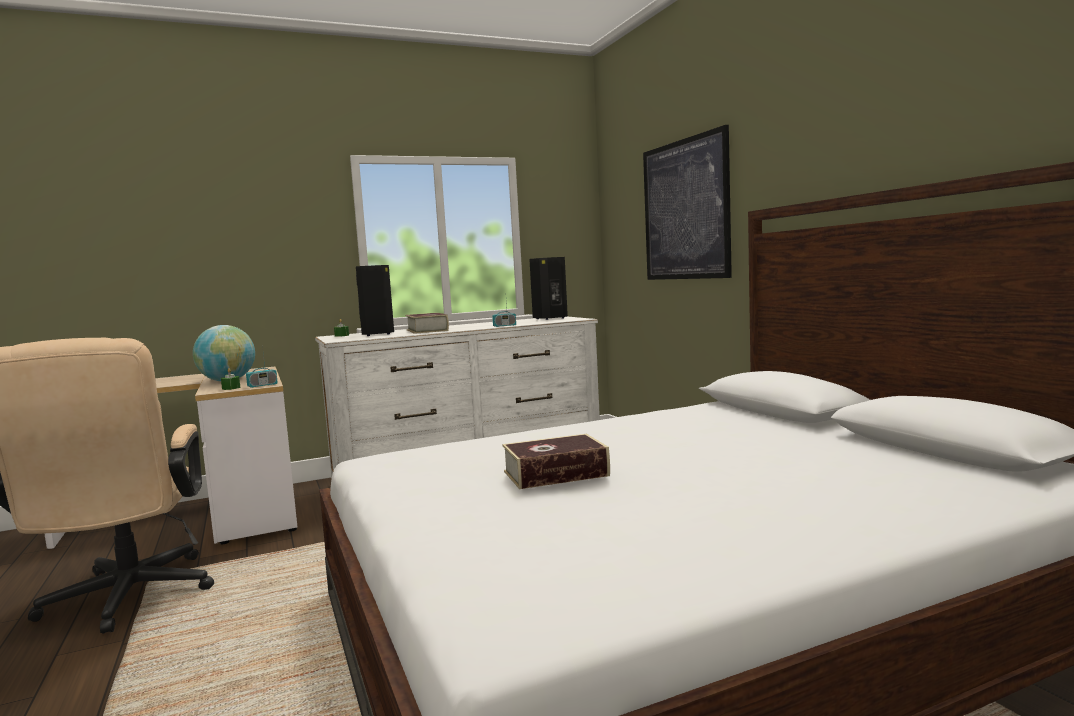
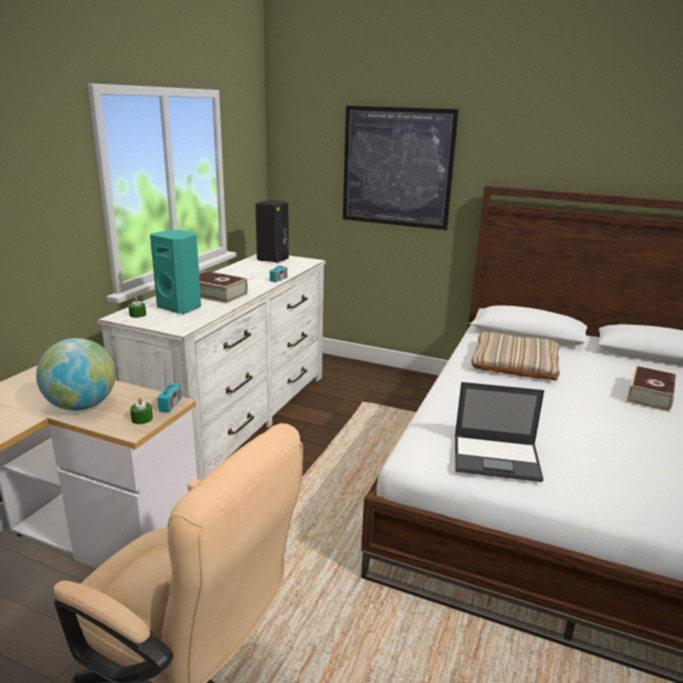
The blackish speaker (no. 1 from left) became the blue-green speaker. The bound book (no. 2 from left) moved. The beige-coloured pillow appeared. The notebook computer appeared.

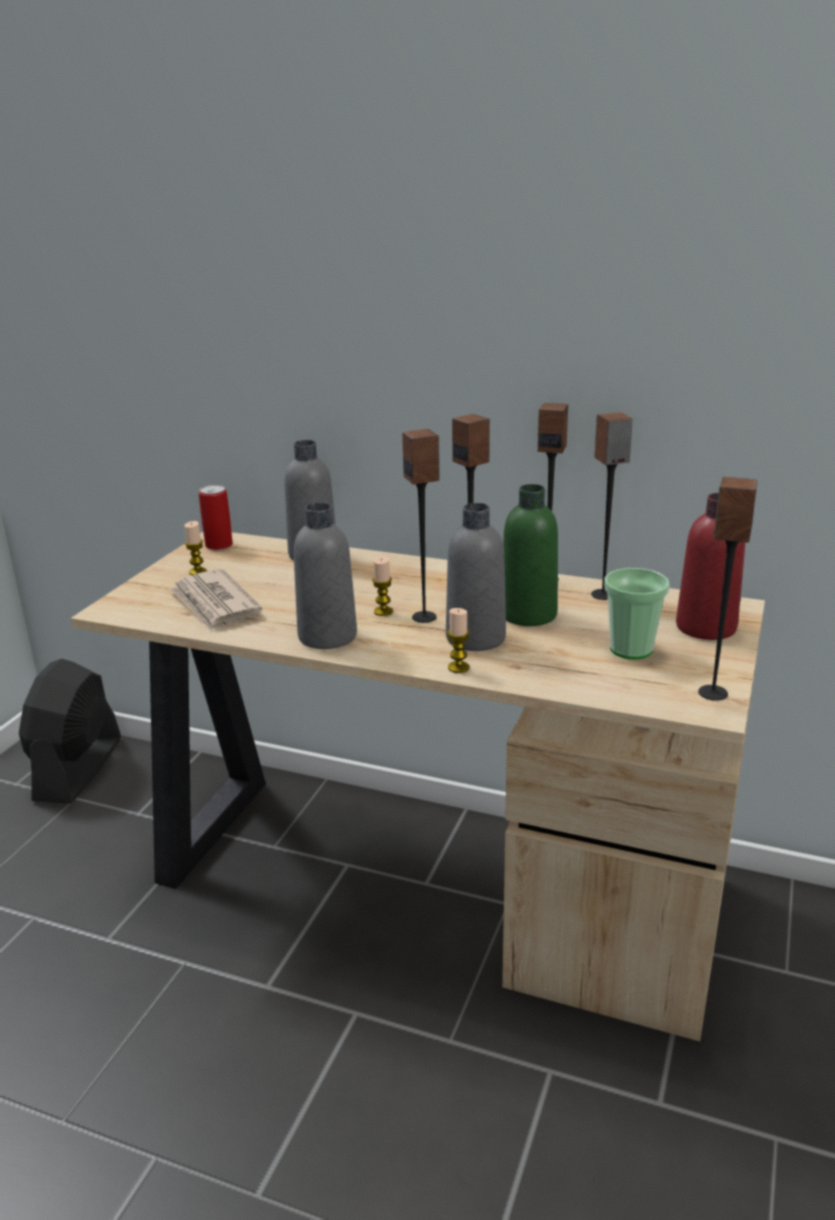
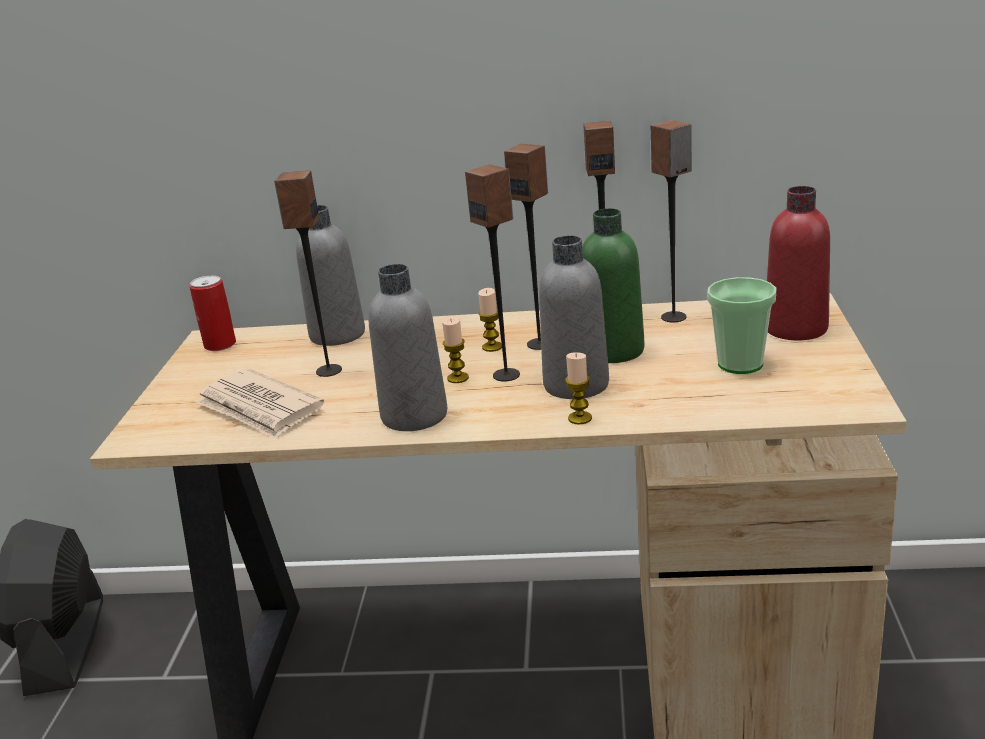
The speaker (no. 5 from left in the first image) moved. The wax light (no. 1 from left in the first image) moved.

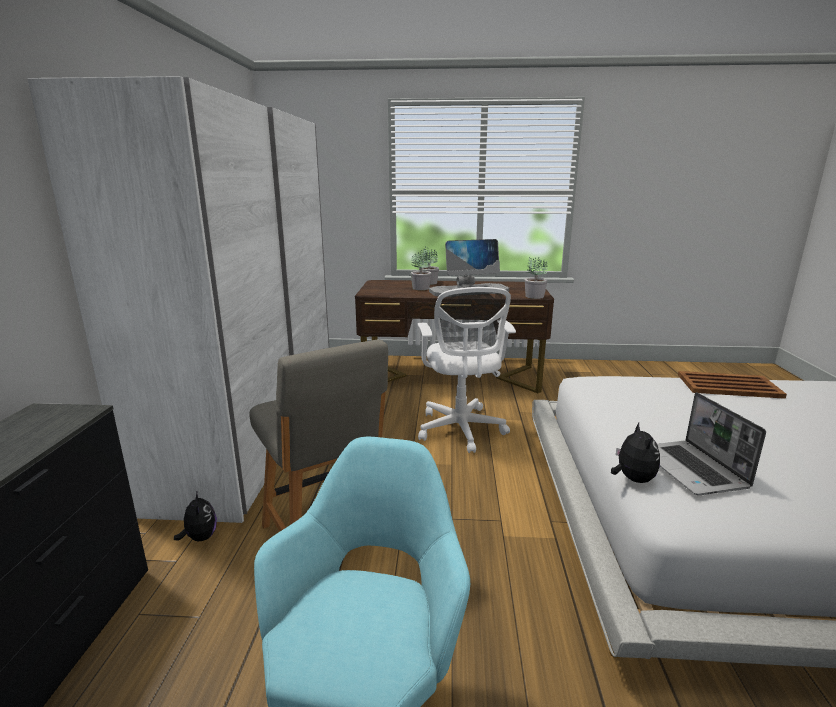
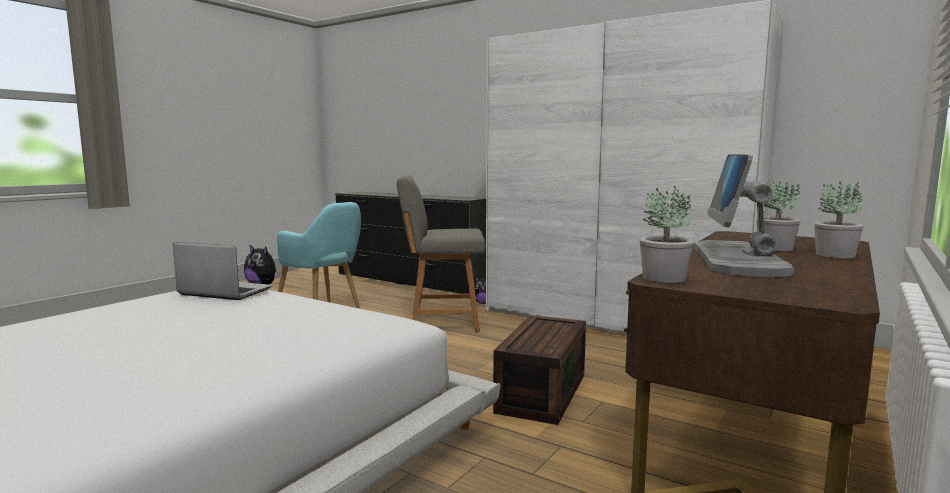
The white-coloured office chair was replaced by the brownish storage box. The brownish serving tray disappeared.

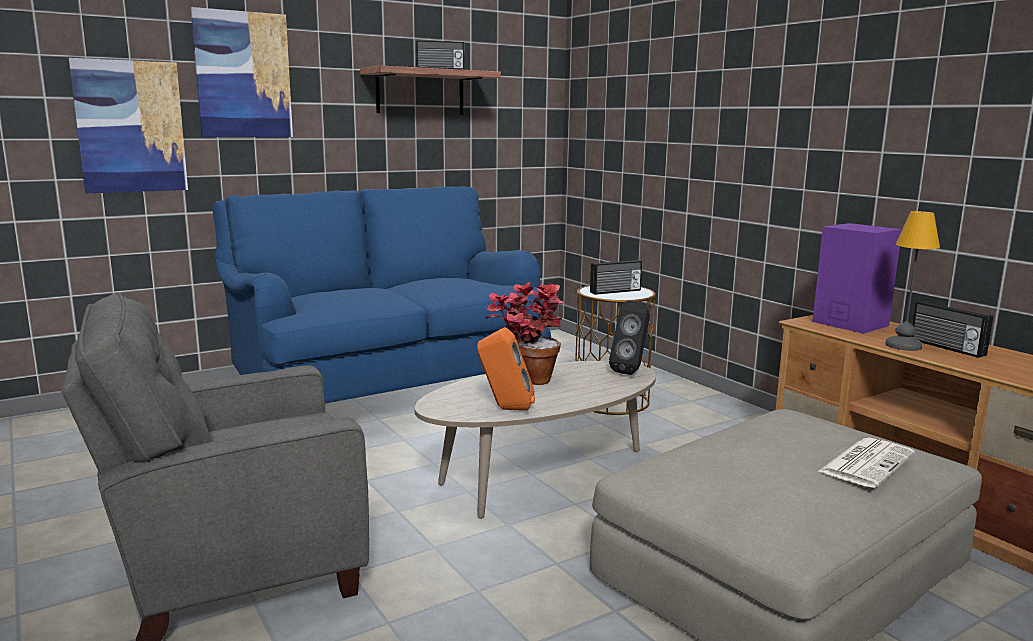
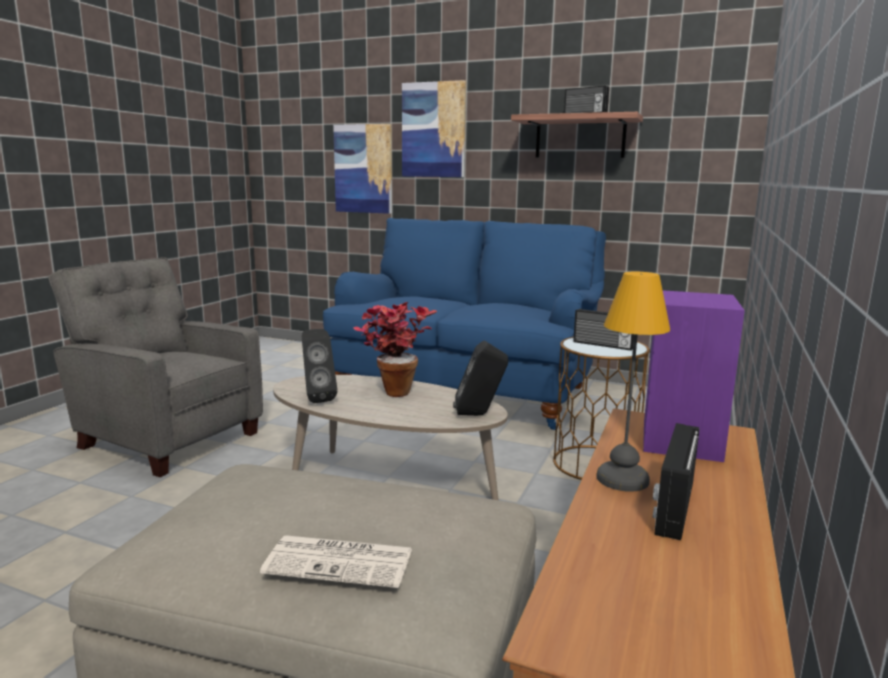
The orangey speaker became the blackish speaker (no. 1 from left).

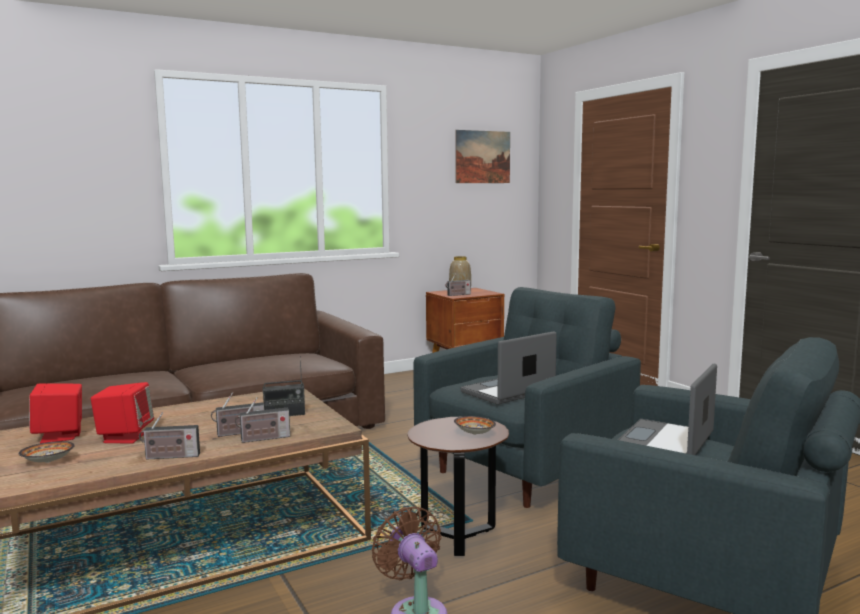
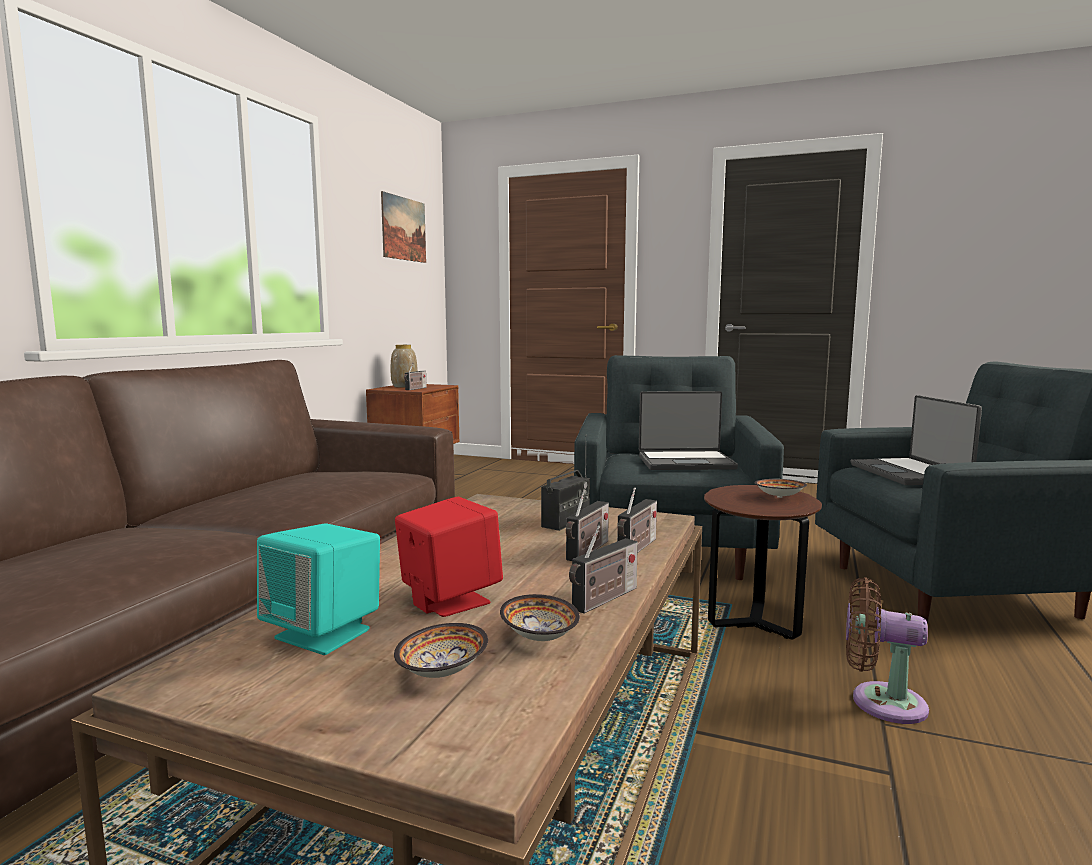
The notebook computer (no. 1 from left) turned 105 degrees counterclockwise. The red speaker (no. 1 from left) became the blue-green speaker. The deep dish (no. 2 from left) appeared.

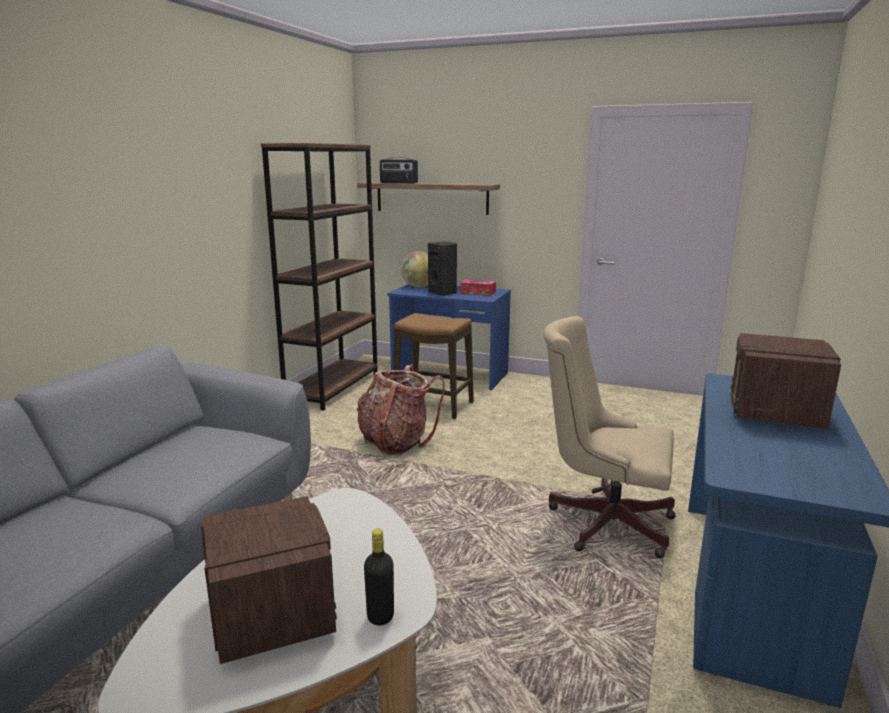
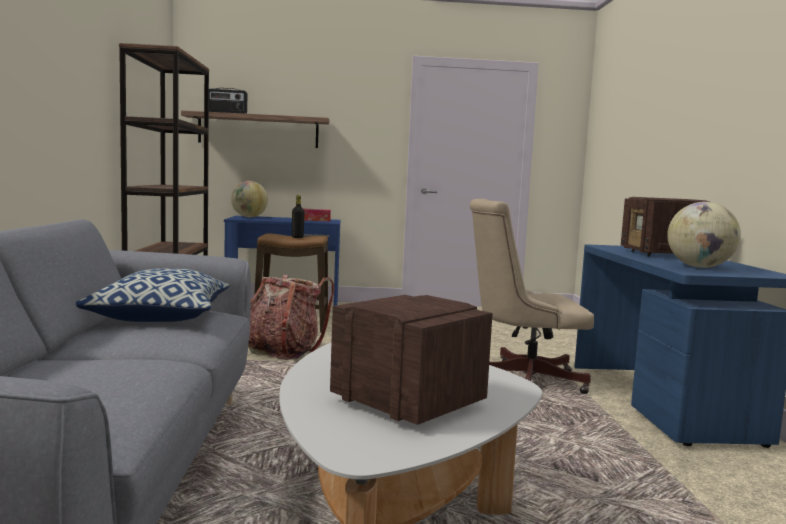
The blackish speaker disappeared. The blackish drink bottle moved. The globe (no. 2 from left) appeared. The pillow appeared.

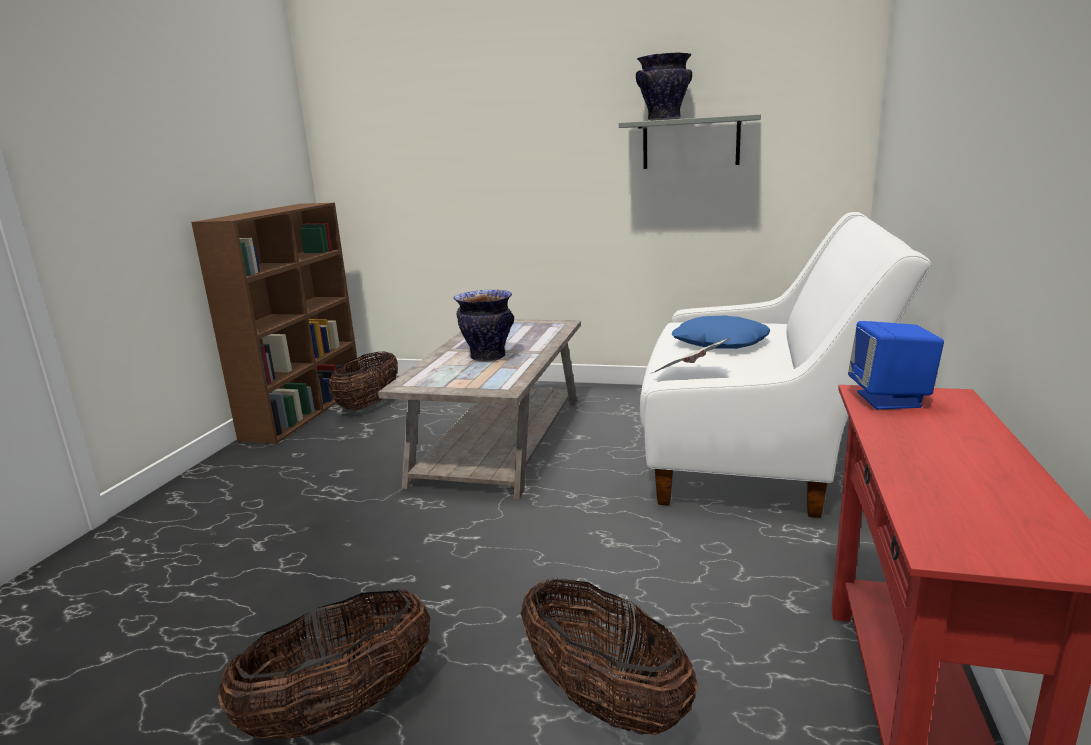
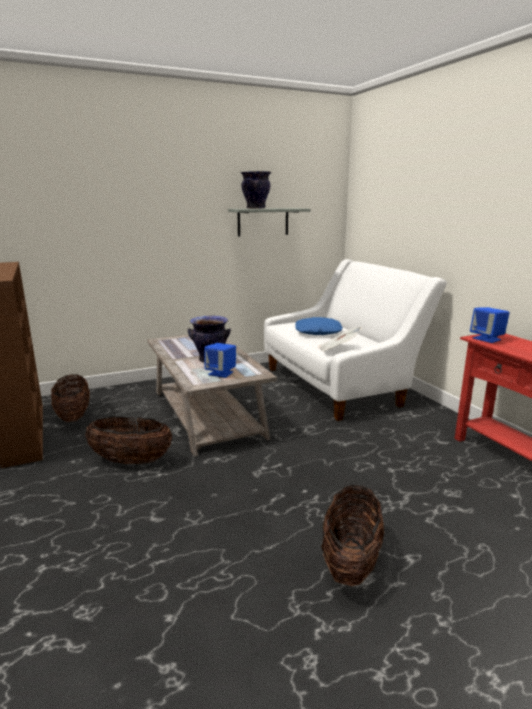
The household basket (no. 3 from left in the first image) moved. The blue-coloured speaker (no. 1 from left) appeared.

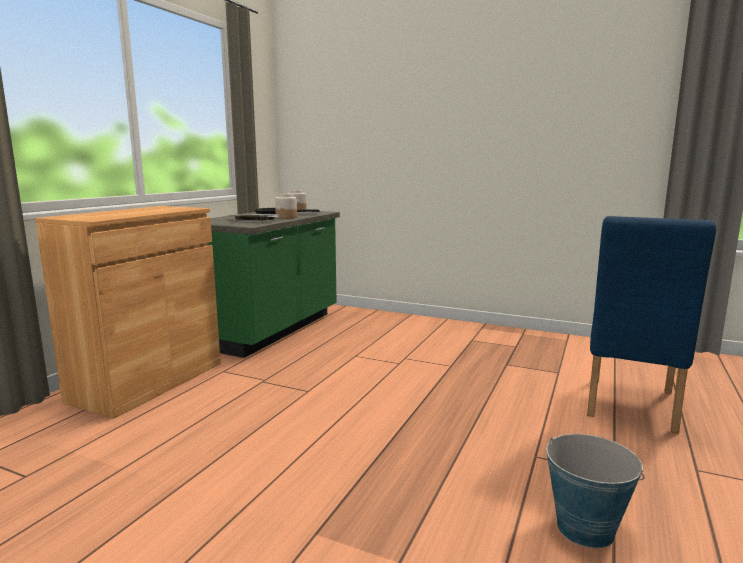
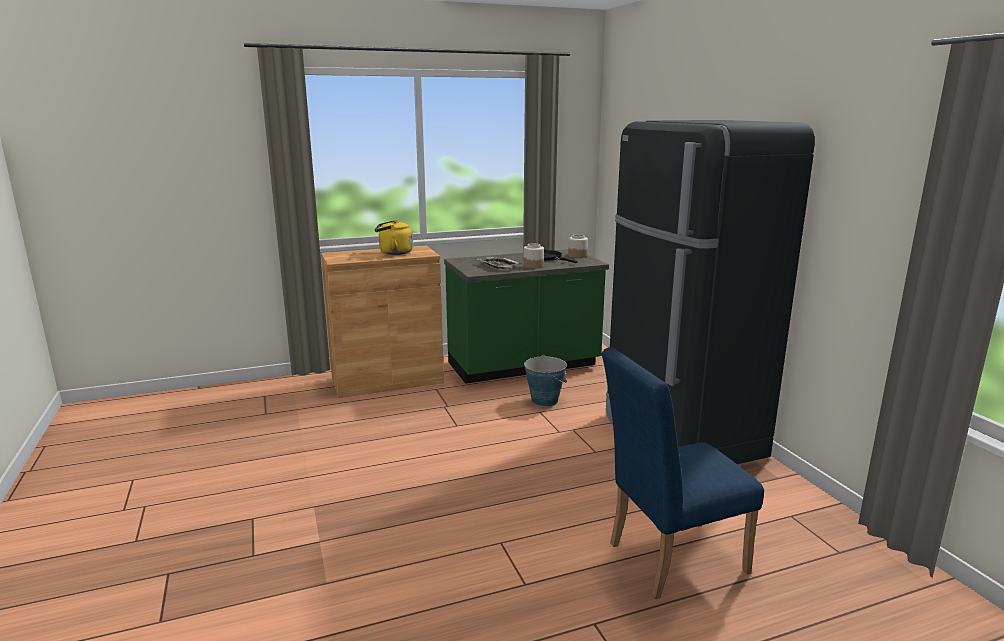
The bucket moved. The blackish fridge appeared. The yellow tea kettle appeared.

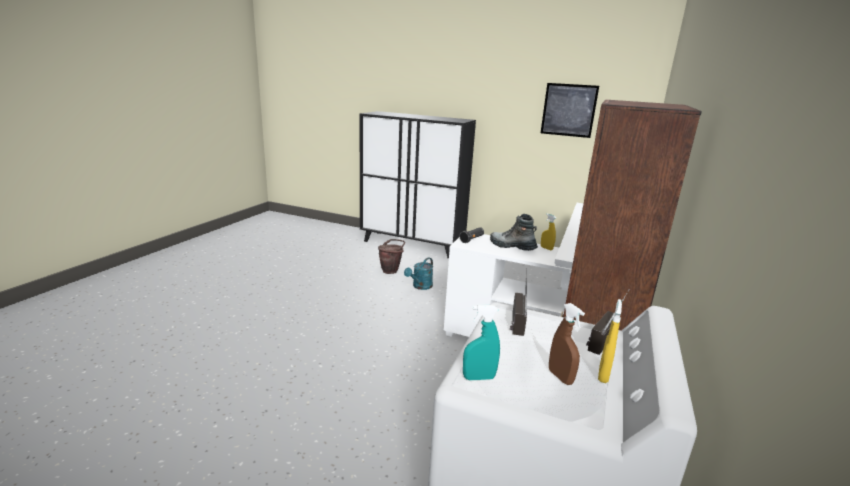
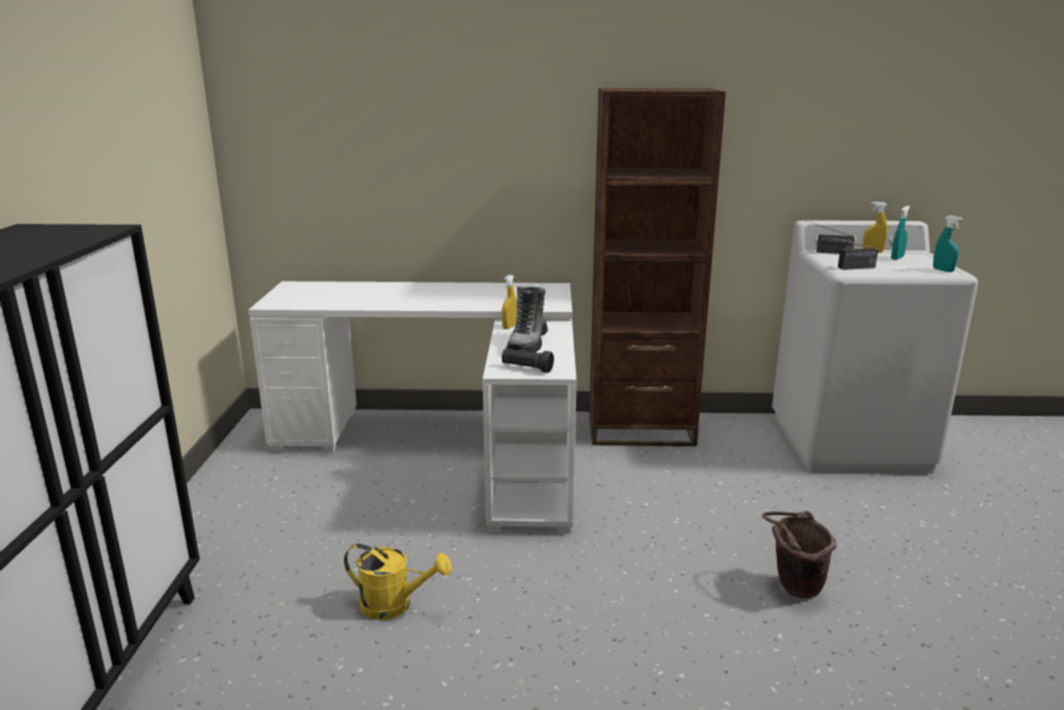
The picture disappeared. The brownish bucket moved. The blue-green watering can became the yellow watering can. The brownish spray bottle became the blue-green spray bottle (no. 1 from left).

